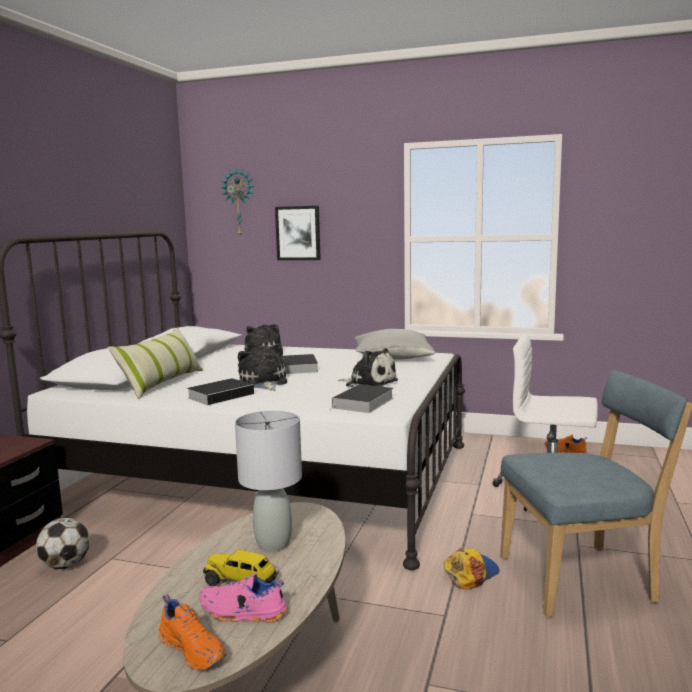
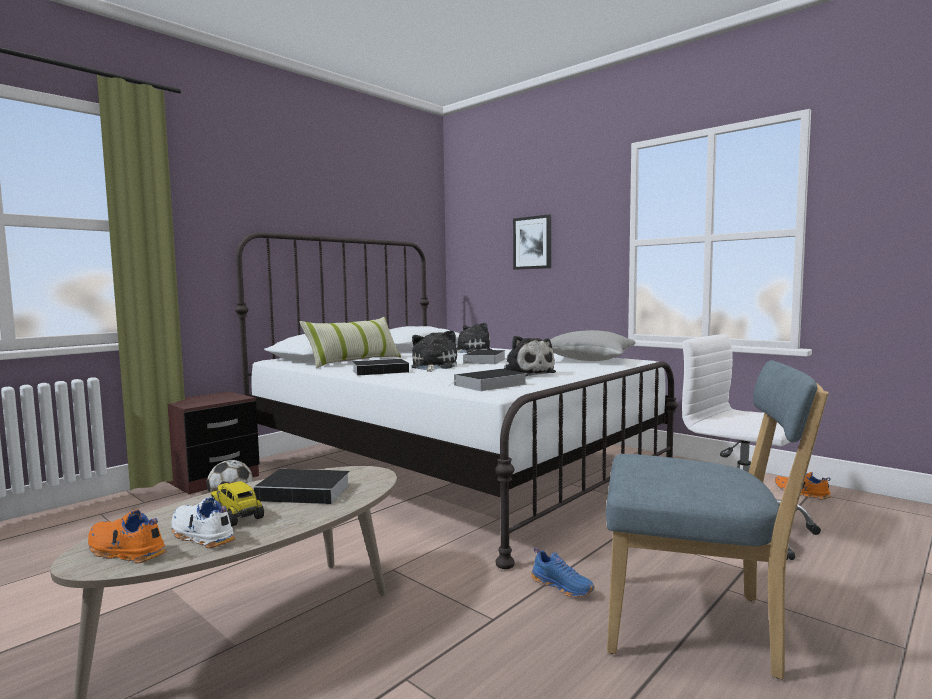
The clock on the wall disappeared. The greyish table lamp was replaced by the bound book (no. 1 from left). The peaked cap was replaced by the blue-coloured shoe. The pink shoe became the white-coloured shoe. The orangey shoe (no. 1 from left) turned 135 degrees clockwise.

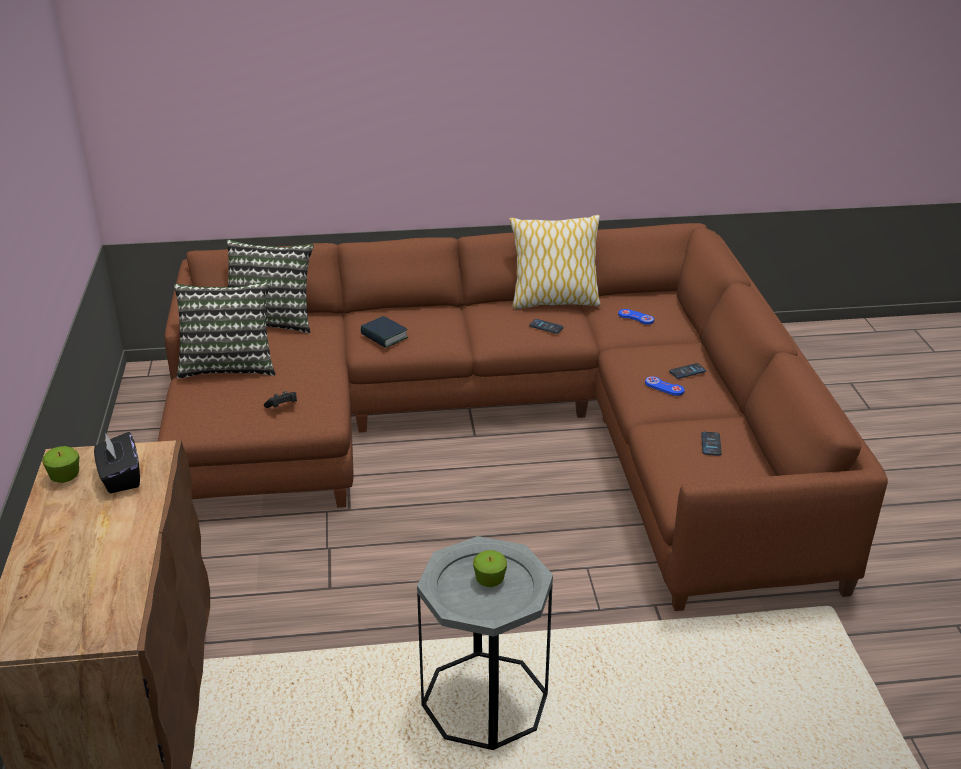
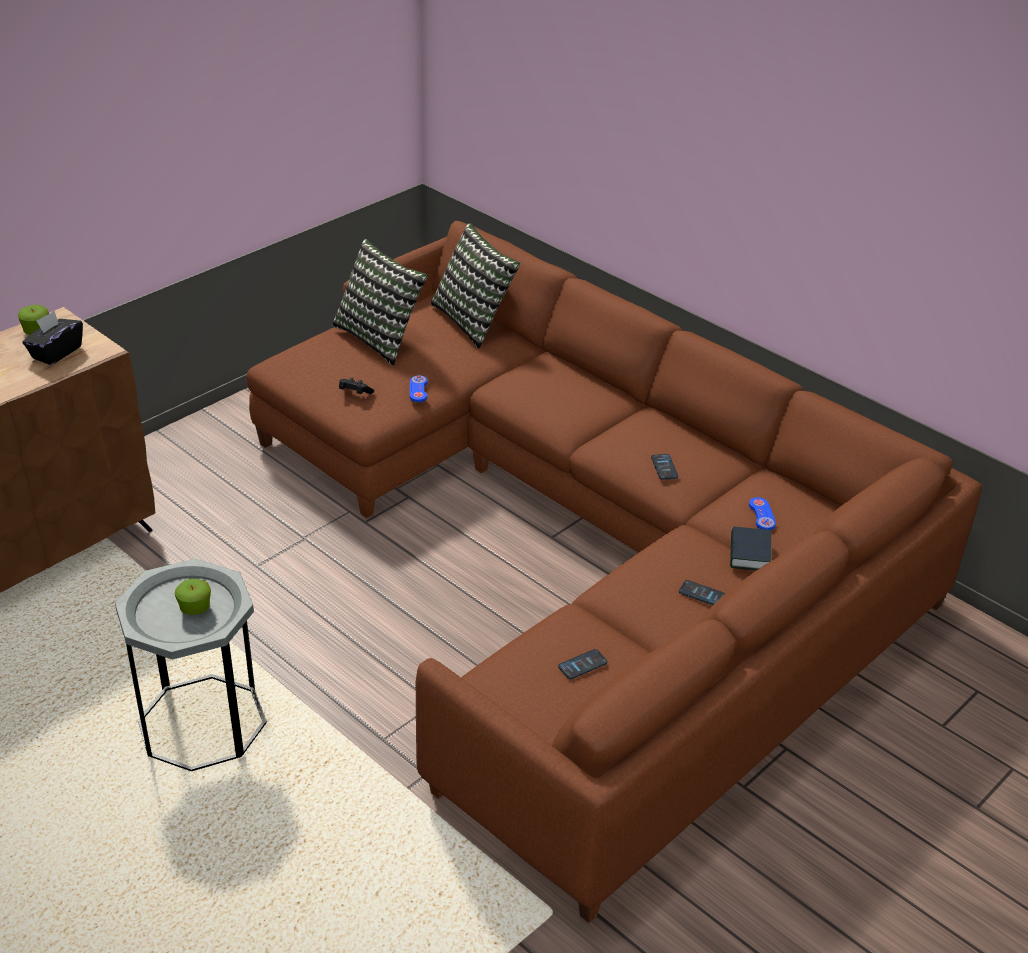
The pillow (no. 3 from left) disappeared. The bound book moved. The blue-coloured game controller (no. 2 from left in the first image) moved.

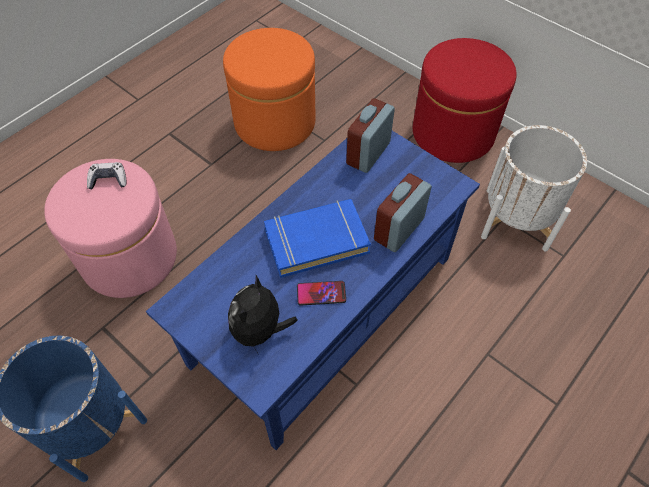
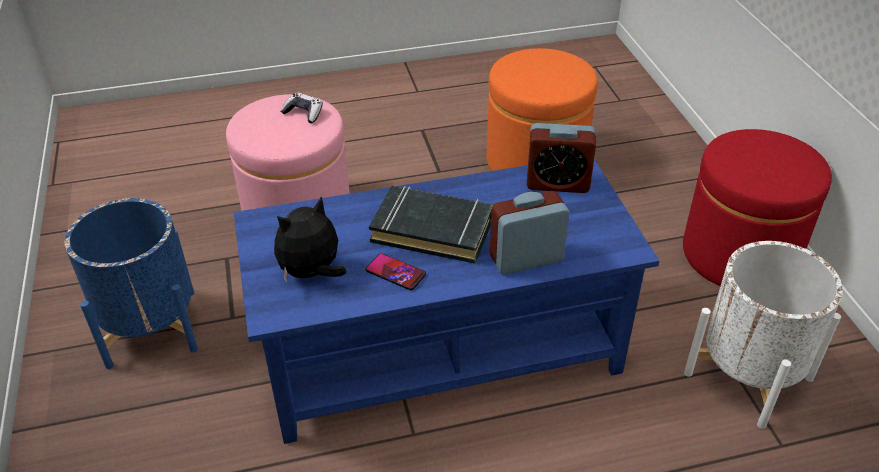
The bedside clock (no. 1 from left in the first image) turned 150 degrees counterclockwise. The blue-coloured bound book became the blackish bound book.

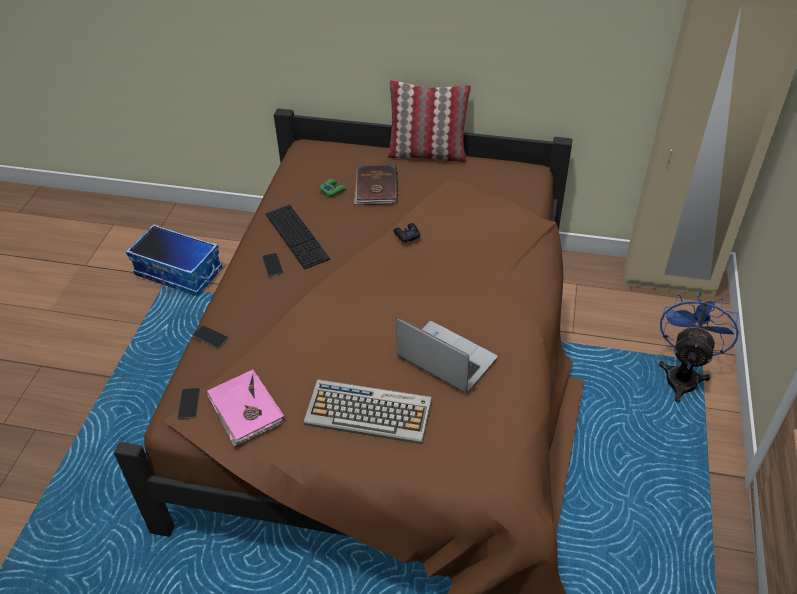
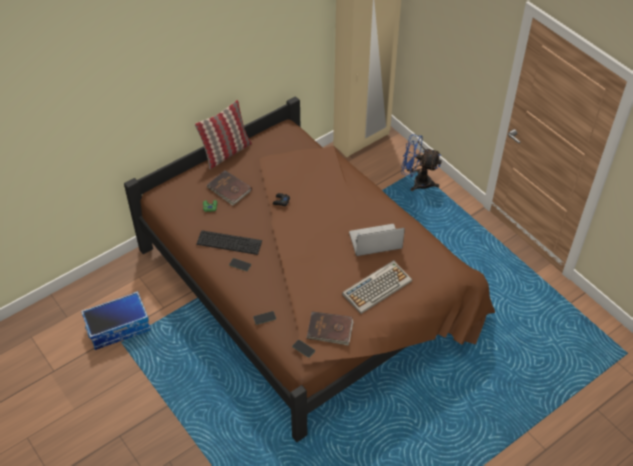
The blue-coloured electric fan turned 45 degrees counterclockwise. The pink bound book became the brownish bound book (no. 2 from left).

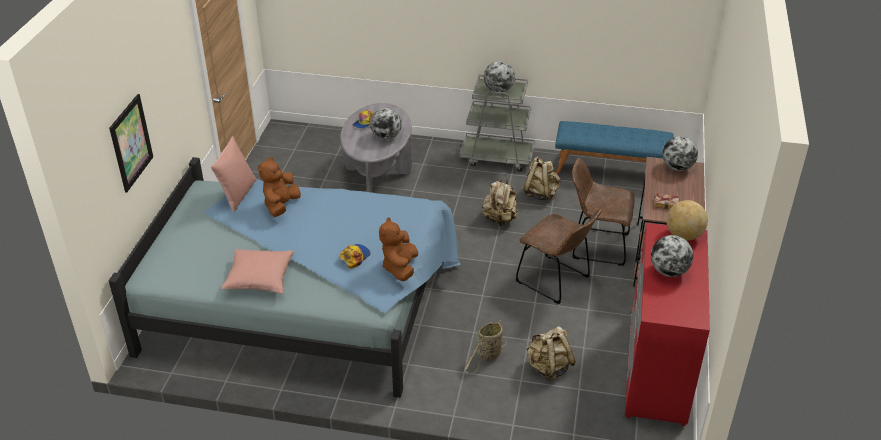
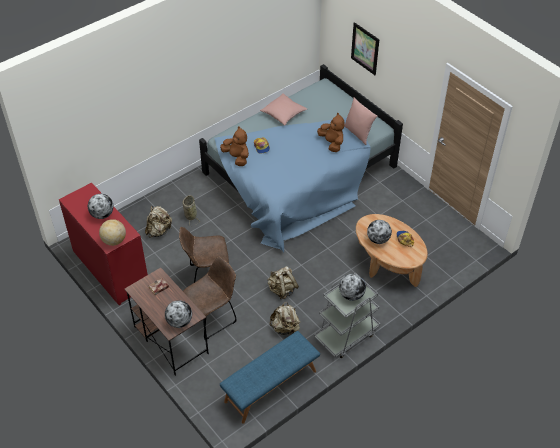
The greyish coffee table became the brownish coffee table.

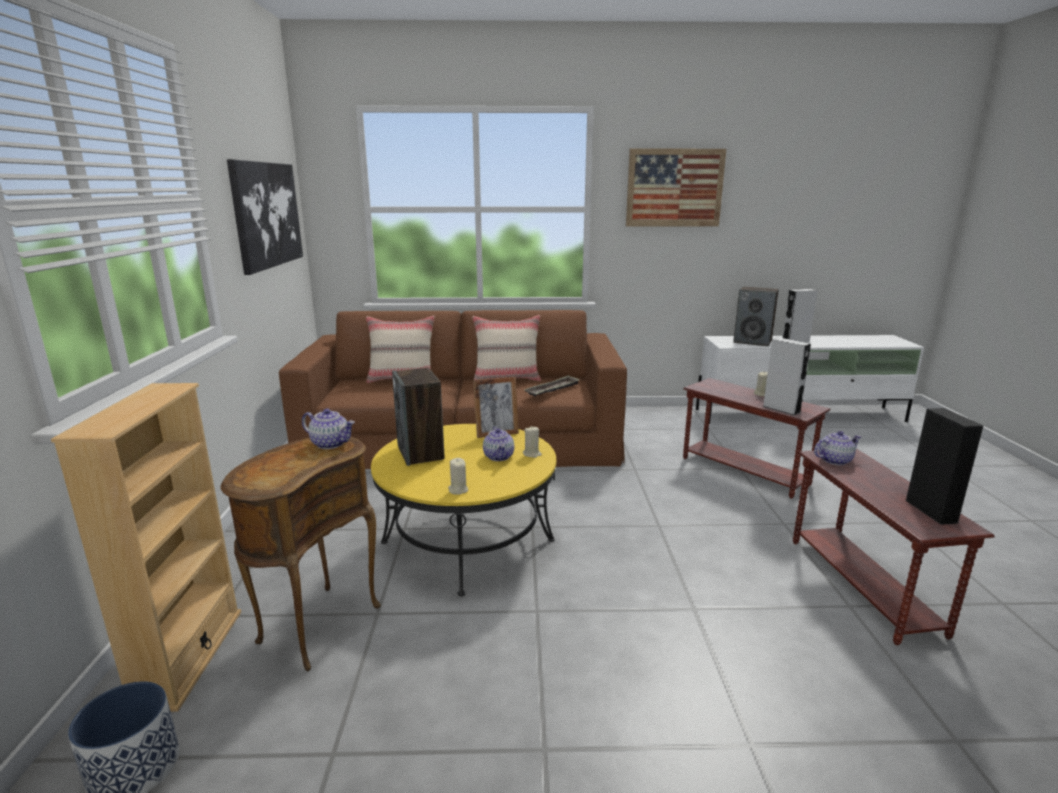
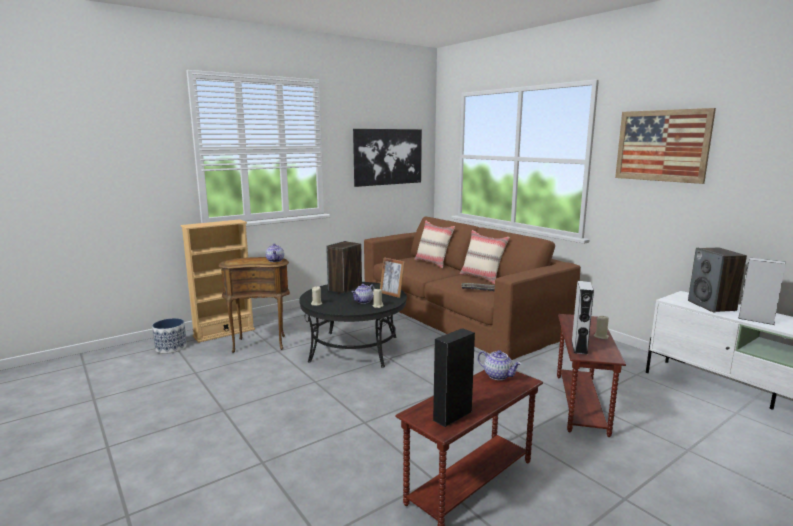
The yellow coffee table became the blackish coffee table.

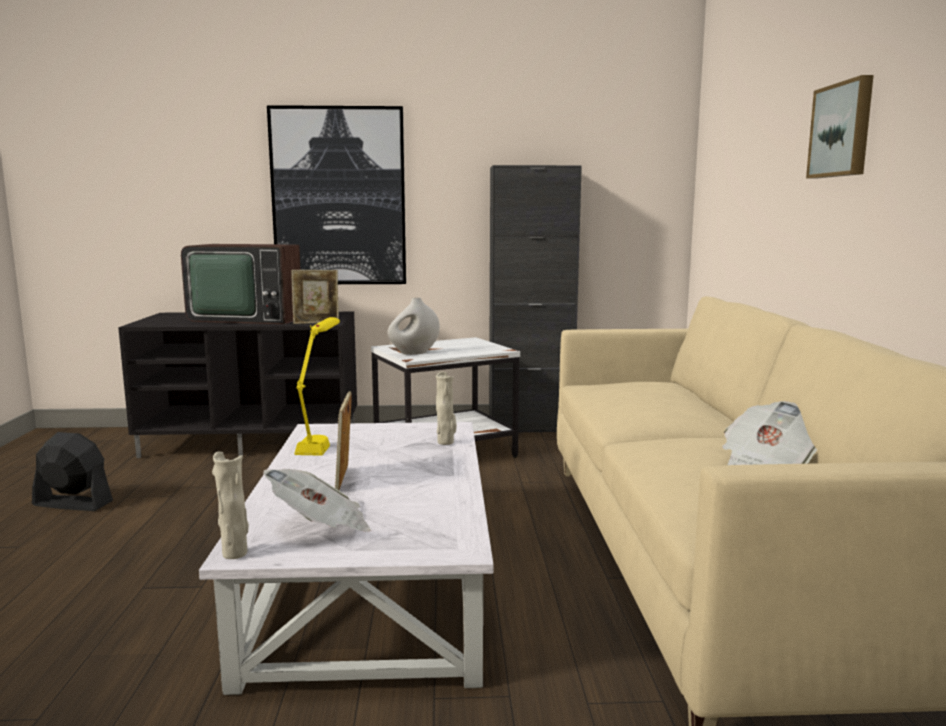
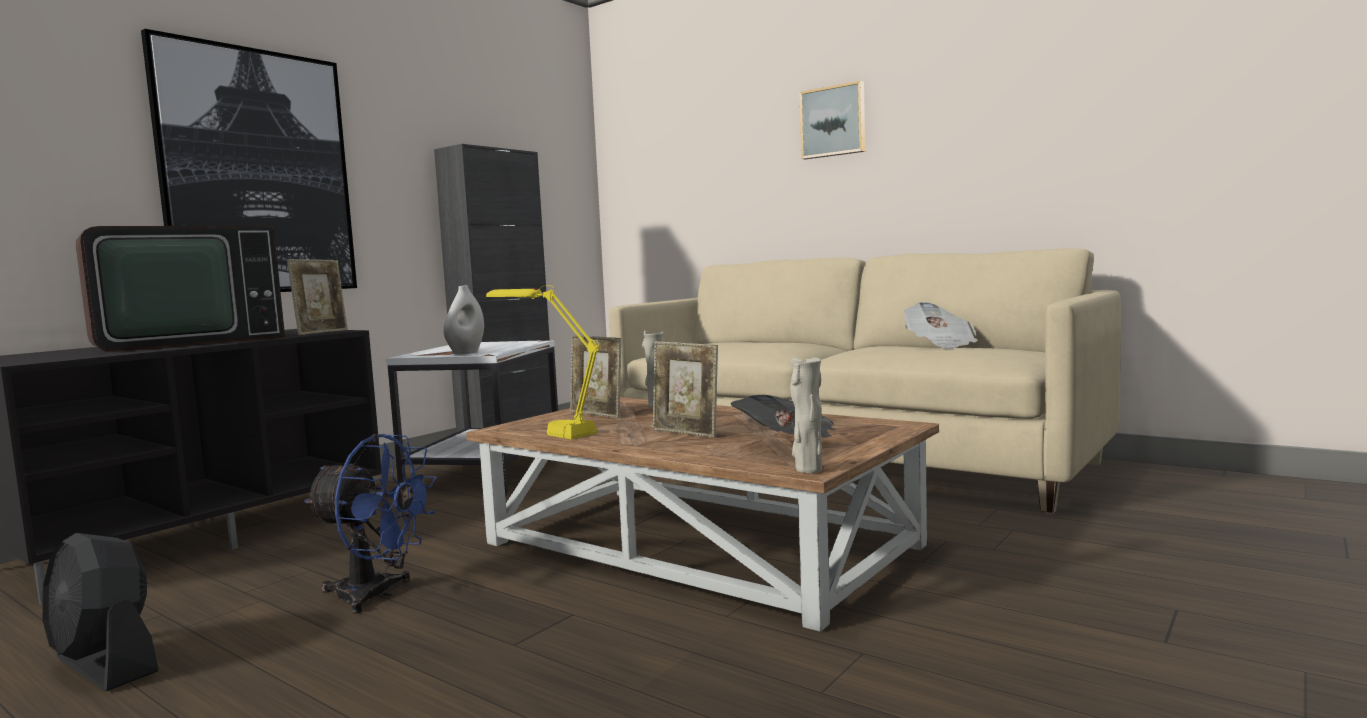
The white-coloured coffee table became the brownish coffee table. The blackish electric fan turned 105 degrees counterclockwise. The photo frame (no. 2 from left) appeared. The blue-coloured electric fan appeared.

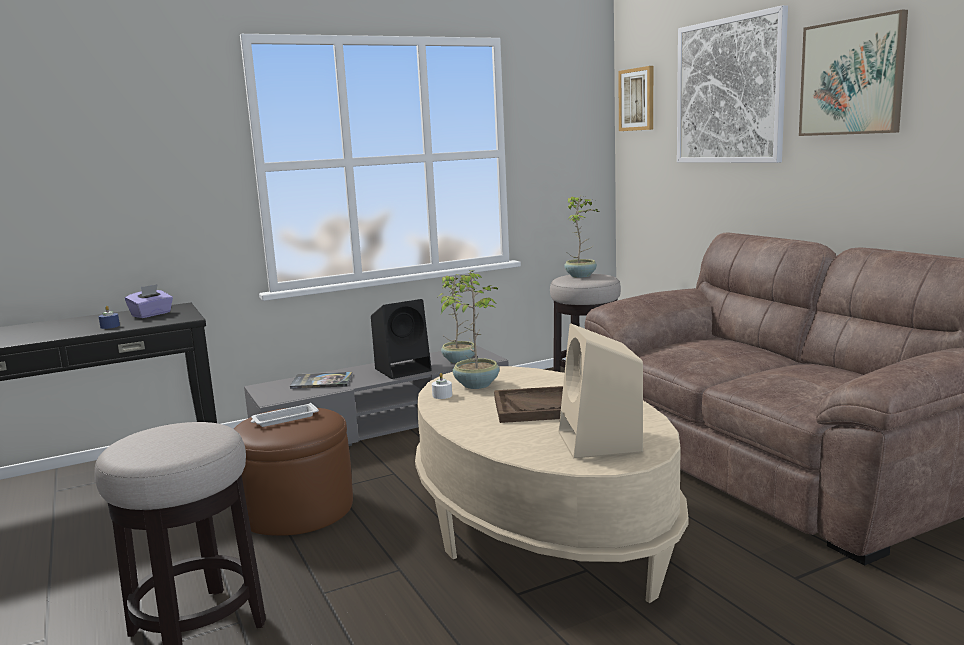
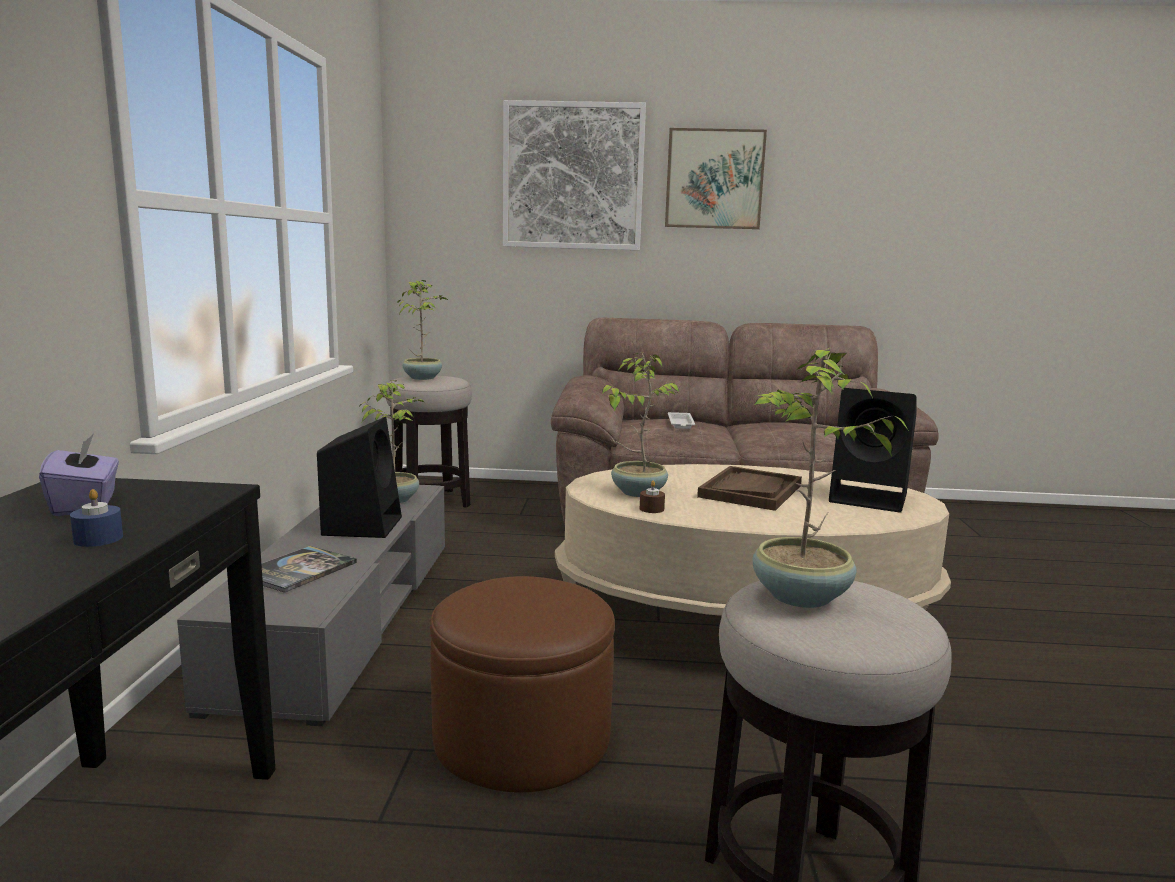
The picture (no. 1 from left) disappeared. The beige-coloured speaker became the blackish speaker (no. 2 from left). The white-coloured wax light became the brownish wax light. The white-coloured serving tray moved. The houseplant (no. 4 from left) appeared.

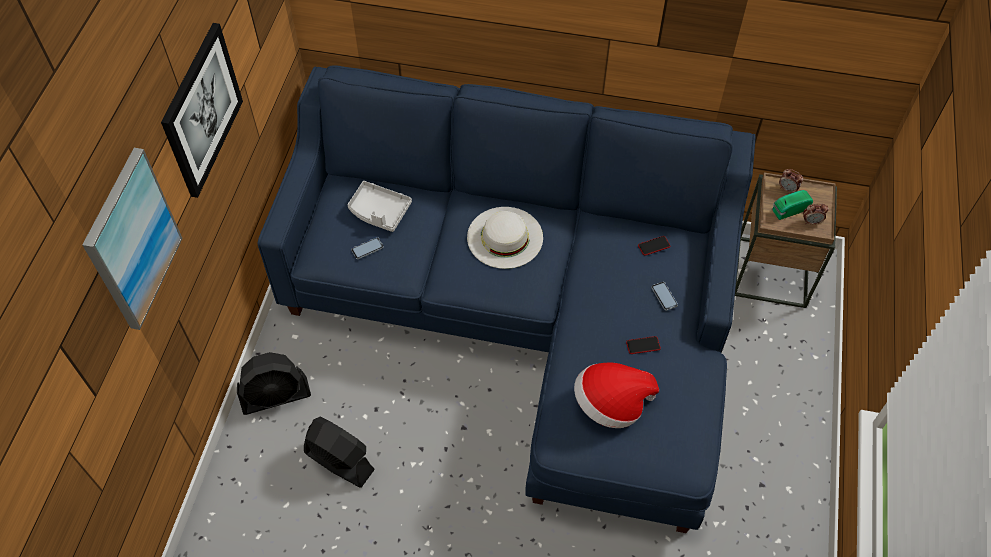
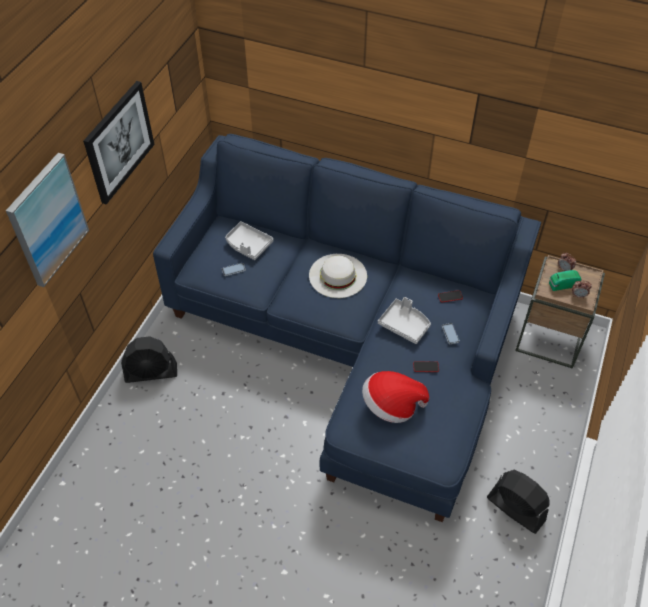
The blackish electric fan (no. 2 from left) moved. The greyish serving tray (no. 2 from left) appeared.

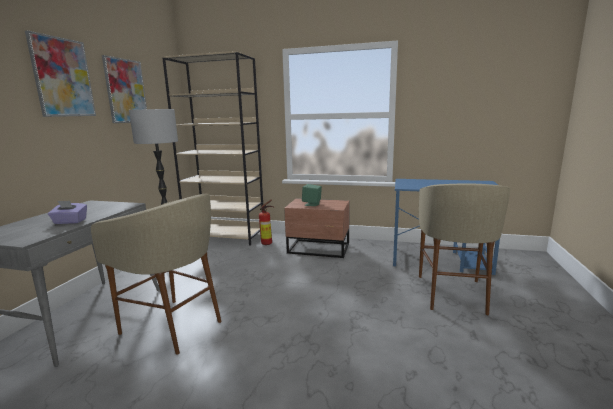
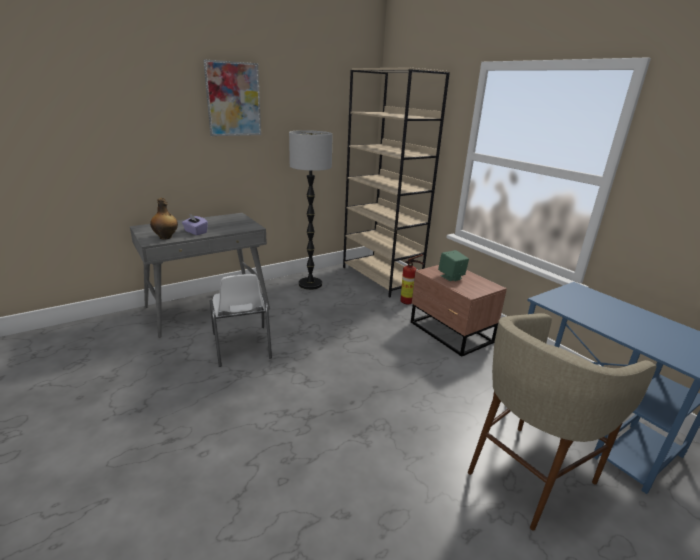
The picture (no. 2 from left) disappeared. The beige-coloured sitting stool (no. 1 from left) was replaced by the white-coloured chair. The drink bottle appeared.

